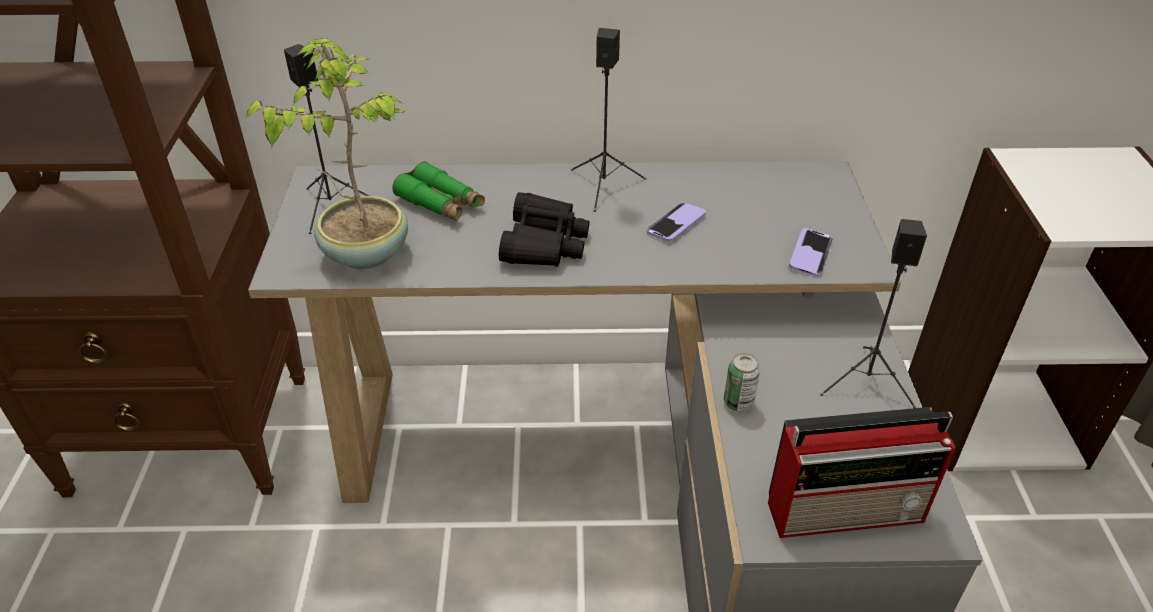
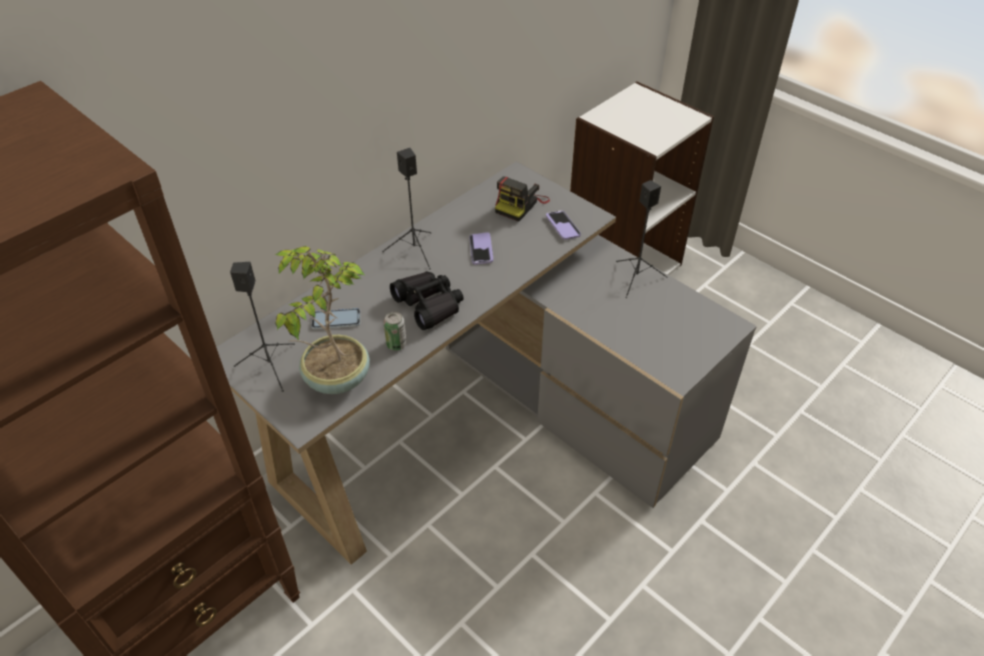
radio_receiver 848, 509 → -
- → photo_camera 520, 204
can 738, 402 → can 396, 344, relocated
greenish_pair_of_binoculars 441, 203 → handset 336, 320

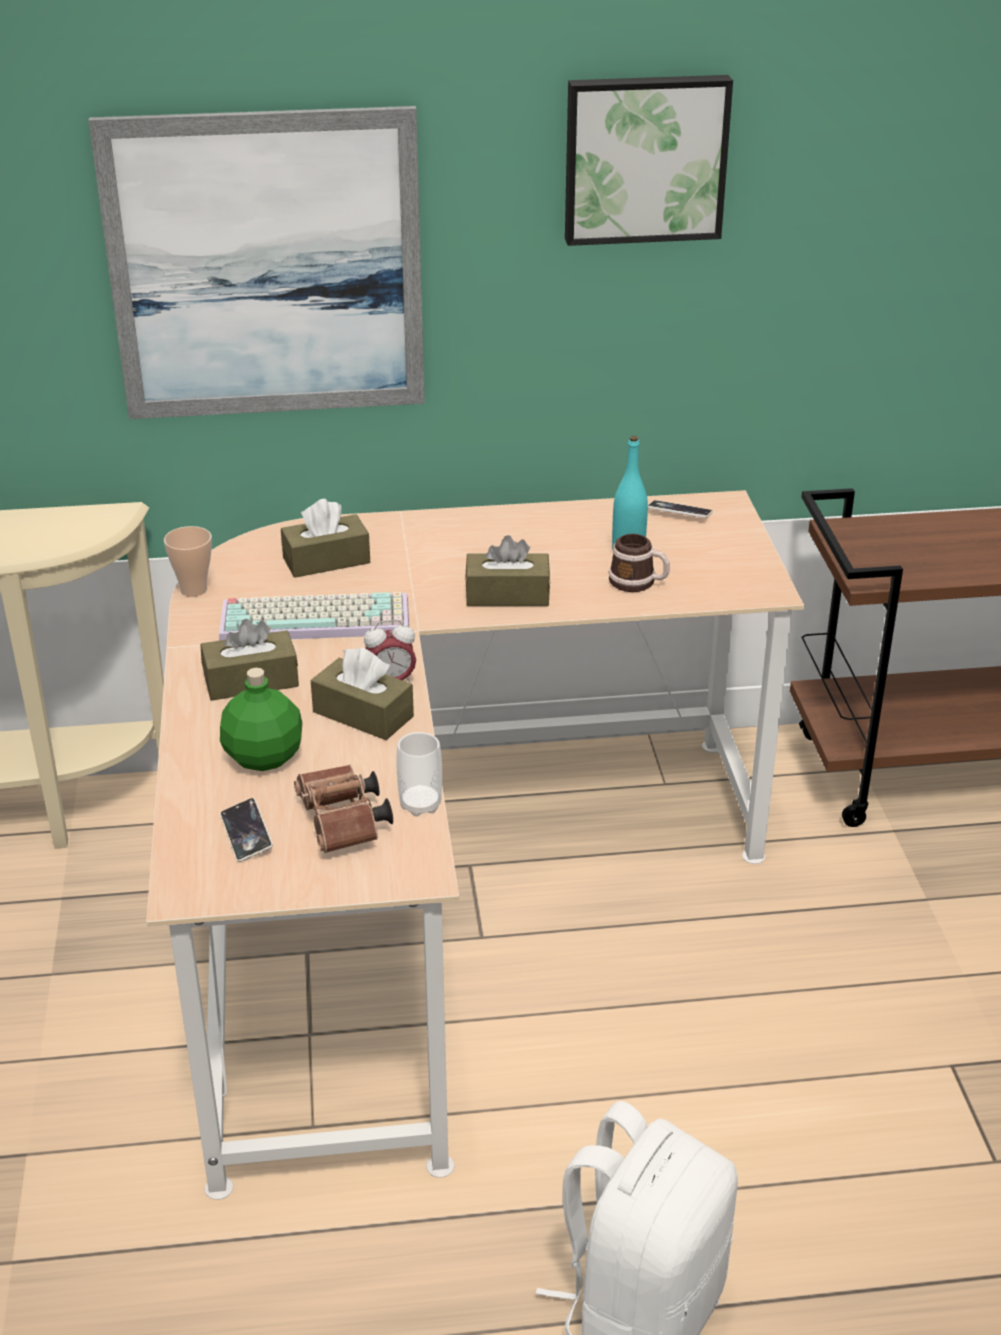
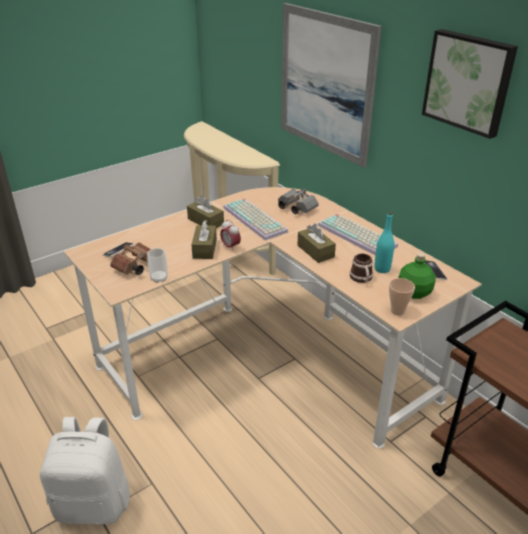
- → computer_keyboard 358, 235
drinking_cup 193, 589 → drinking_cup 397, 311, relocated
greenish_beverage_bottle 263, 756 → greenish_beverage_bottle 414, 292, relocated
brown_box_of_tissues 326, 560 → grey_pair_of_binoculars 295, 208

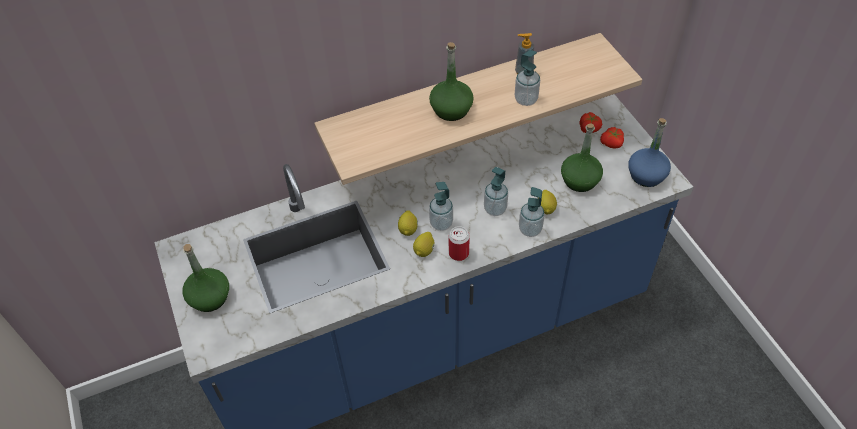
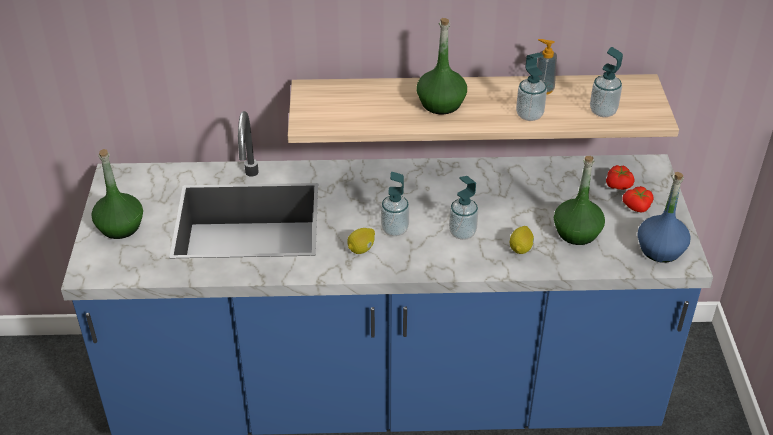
citrus_fruit 408, 229 → -
can 458, 253 → -
soap_dispenser 530, 229 → soap_dispenser 603, 111, relocated

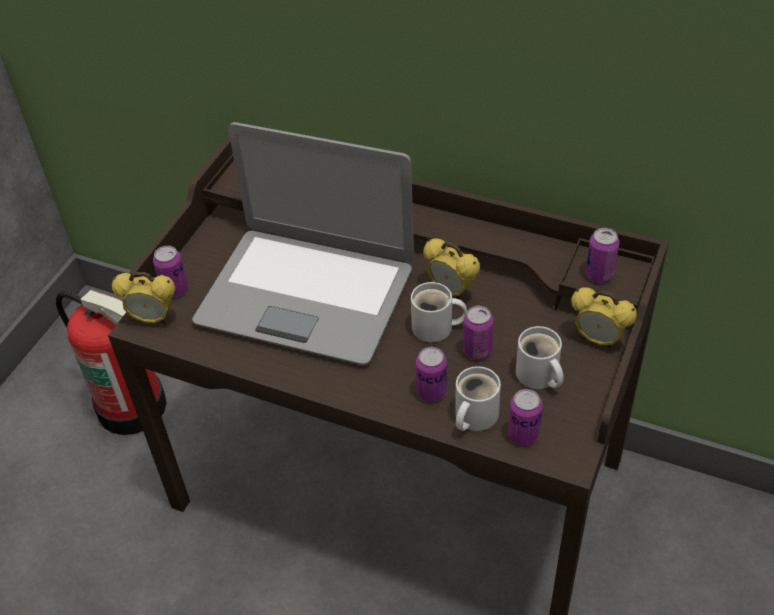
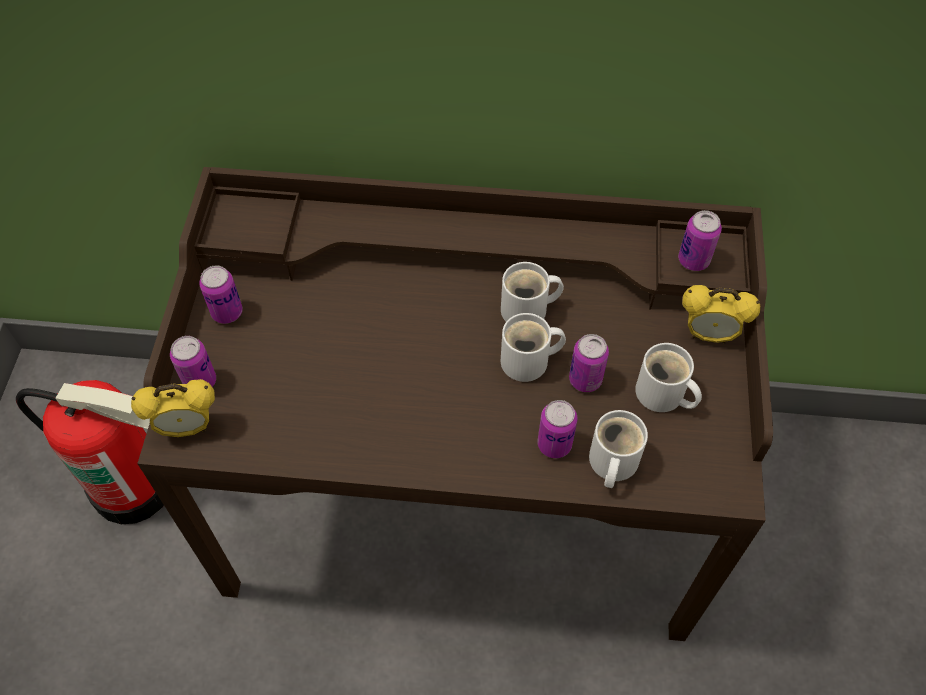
portable_computer 307, 294 → -
can 523, 435 → can 227, 312, relocated
alarm_clock 451, 291 → whitish_tea_mug 528, 311

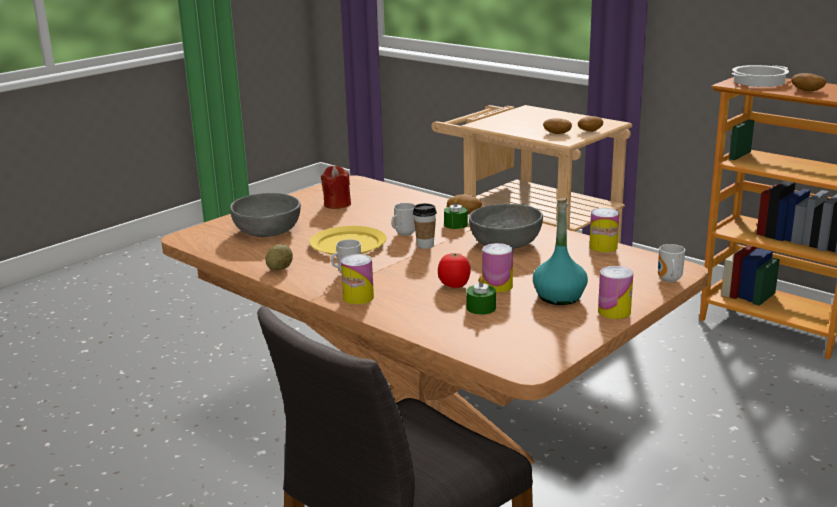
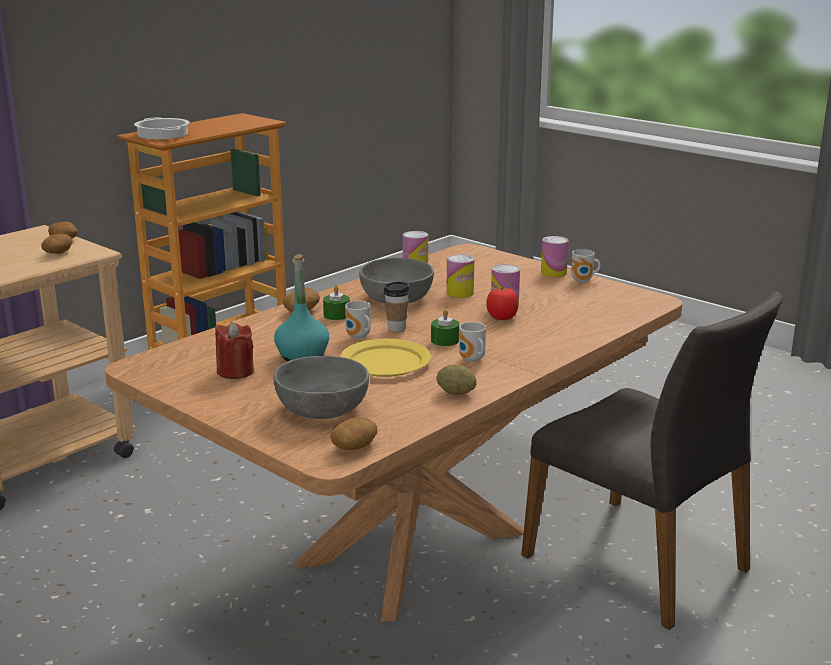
can 358, 297 → can 460, 293, relocated
greenish_wax_light 481, 308 → greenish_wax_light 445, 340, relocated
blue-green_beverage_bottle 559, 297 → blue-green_beverage_bottle 302, 355, relocated
tea_mug 668, 280 → tea_mug 583, 281, relocated
spud 807, 90 → spud 354, 447, relocated

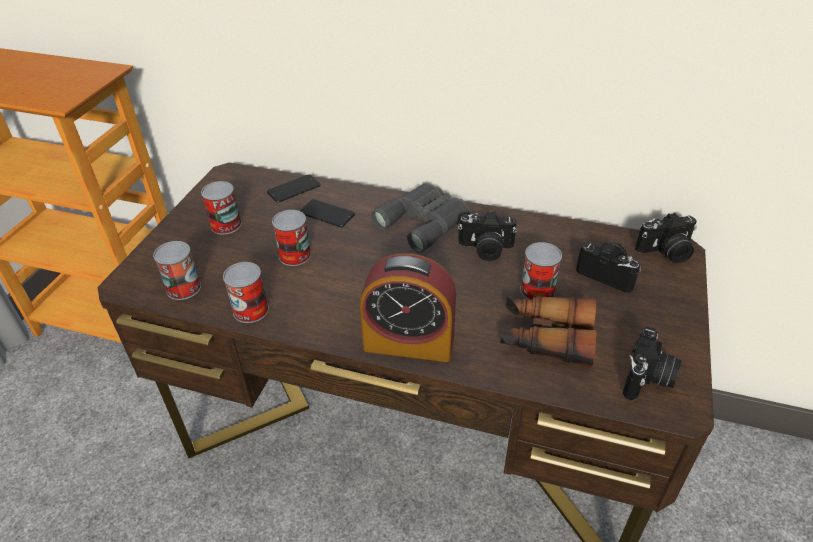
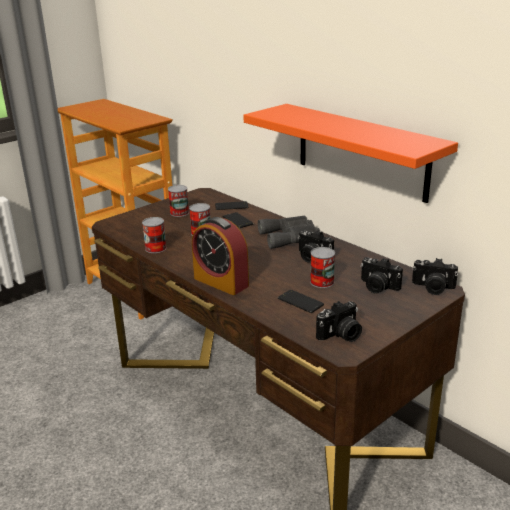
can 183, 288 → -
- → orangey_bracket_shelf 361, 151
pair_of_binoculars 545, 338 → handset 300, 302
photo_camera 608, 274 → photo_camera 377, 287, 150 degrees clockwise

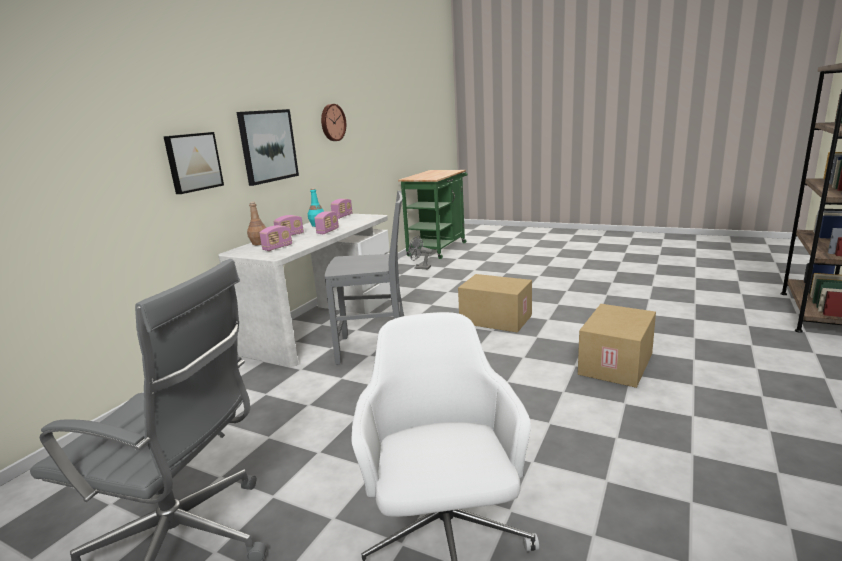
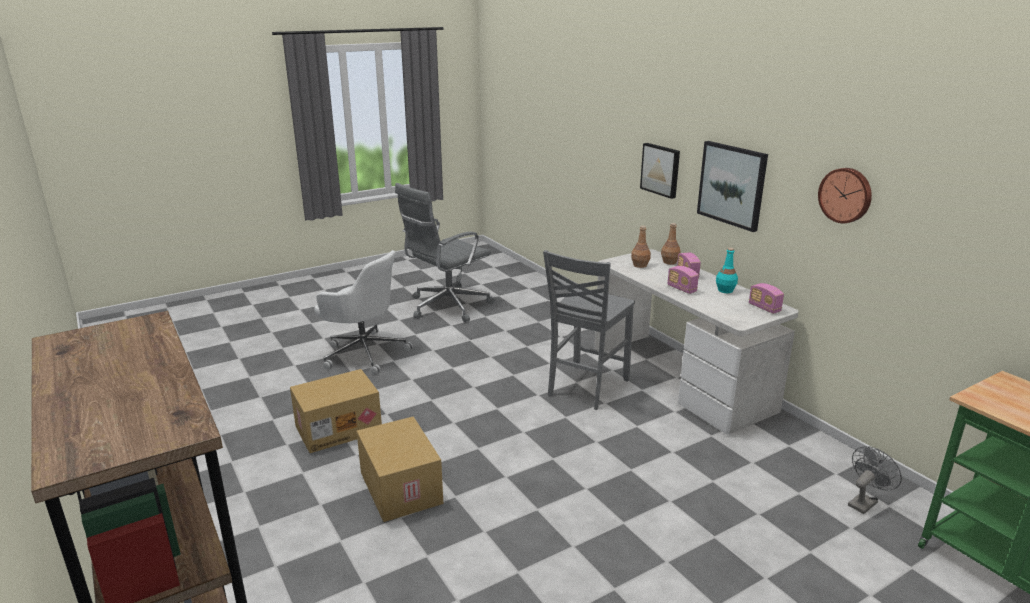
cardboard_box 495, 319 → cardboard_box 339, 428, relocated
radio_receiver 277, 248 → brown_beverage_bottle 640, 265

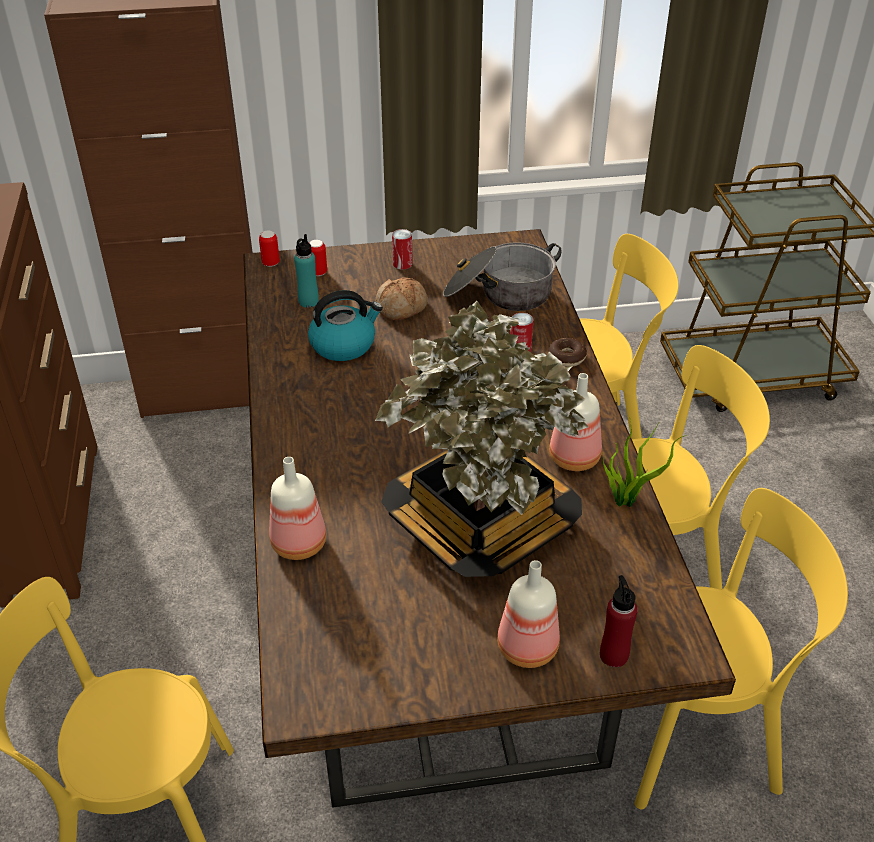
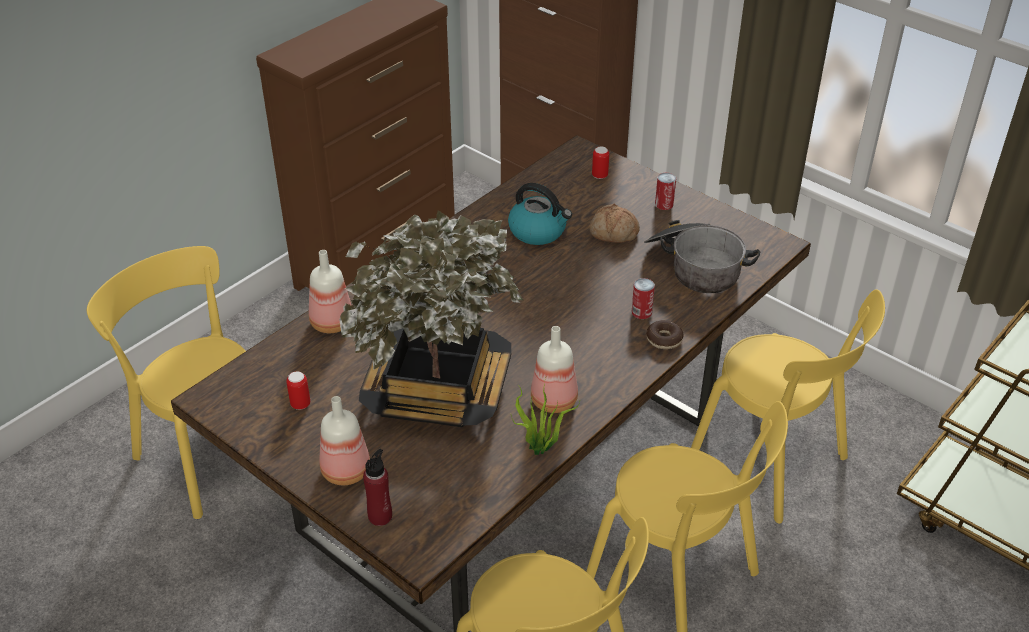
blue-green_beverage_bottle 308, 301 → -
can 271, 263 → can 300, 404, relocated

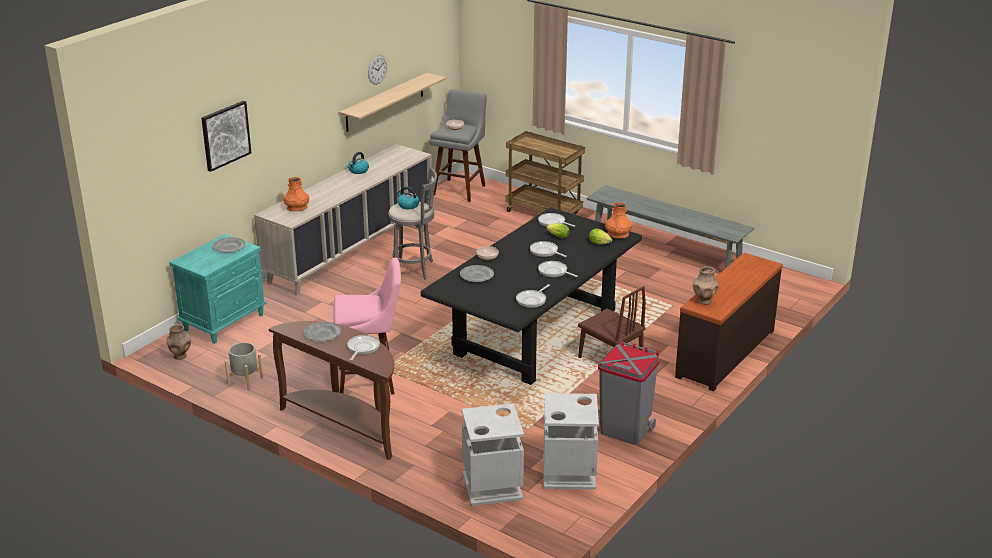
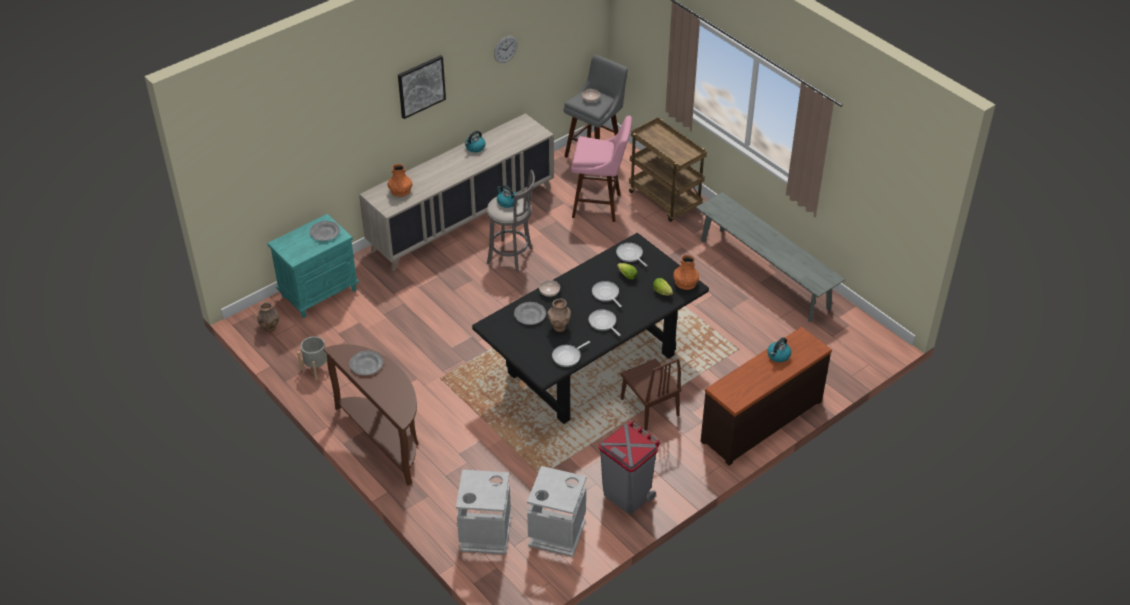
bracket_shelf 385, 102 → -
pan 362, 348 → -
- → kettle 778, 356
picture 225, 135 → picture 421, 86, relocated
pink-coloured_stool_seat 371, 380 → pink-coloured_stool_seat 600, 206, relocated
brown_flower_vase 704, 301 → brown_flower_vase 559, 327, relocated

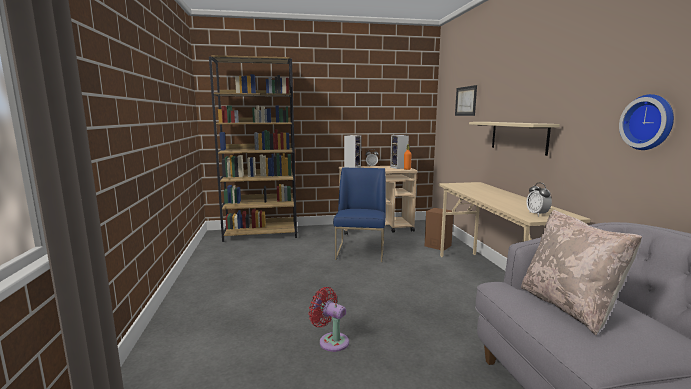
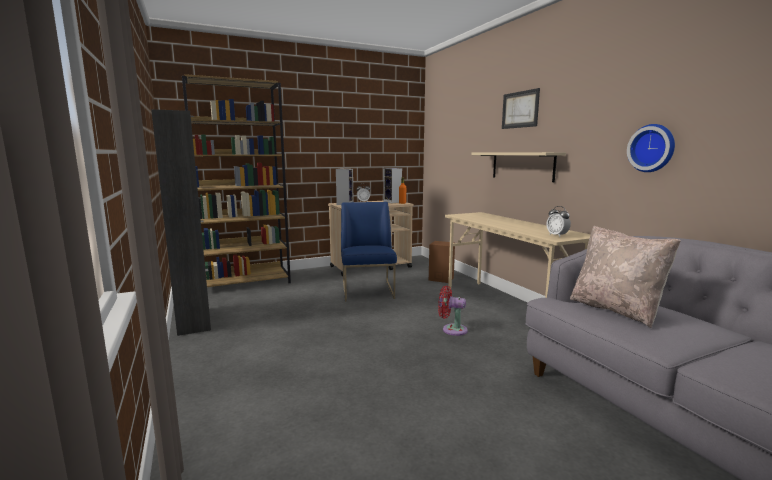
- → black_storage_cabinet 194, 320
reddish_electric_fan 331, 341 → reddish_electric_fan 452, 329, relocated
picture 466, 101 → picture 520, 109, relocated

